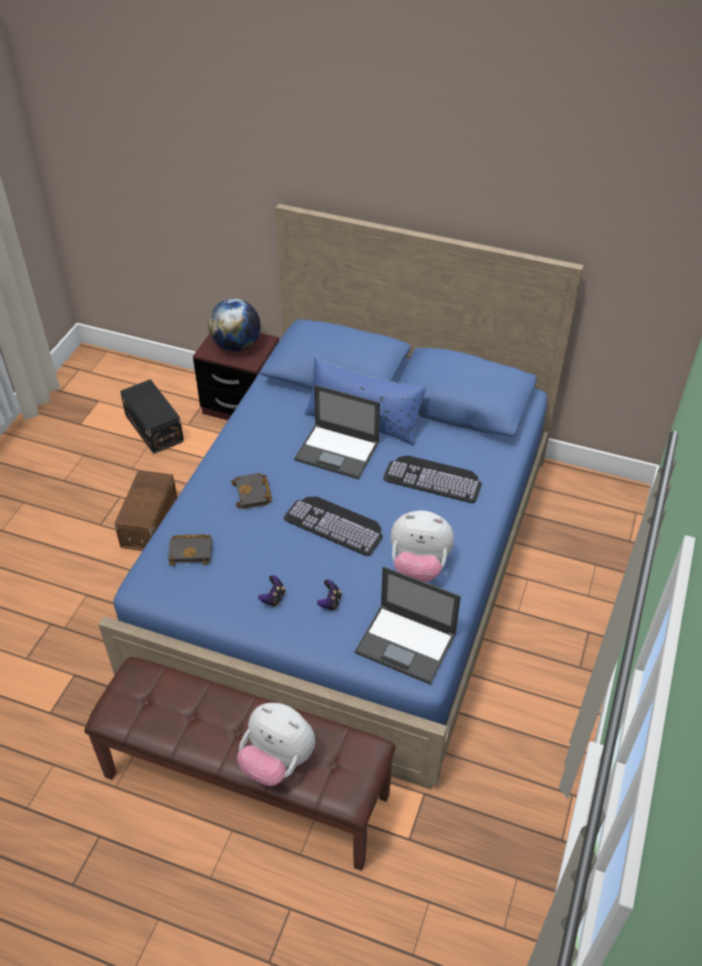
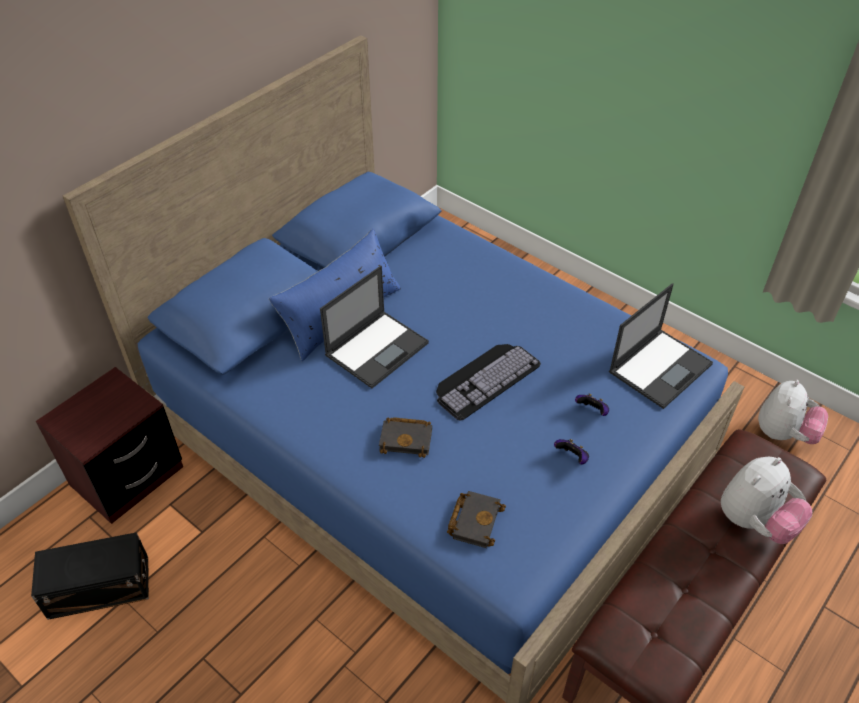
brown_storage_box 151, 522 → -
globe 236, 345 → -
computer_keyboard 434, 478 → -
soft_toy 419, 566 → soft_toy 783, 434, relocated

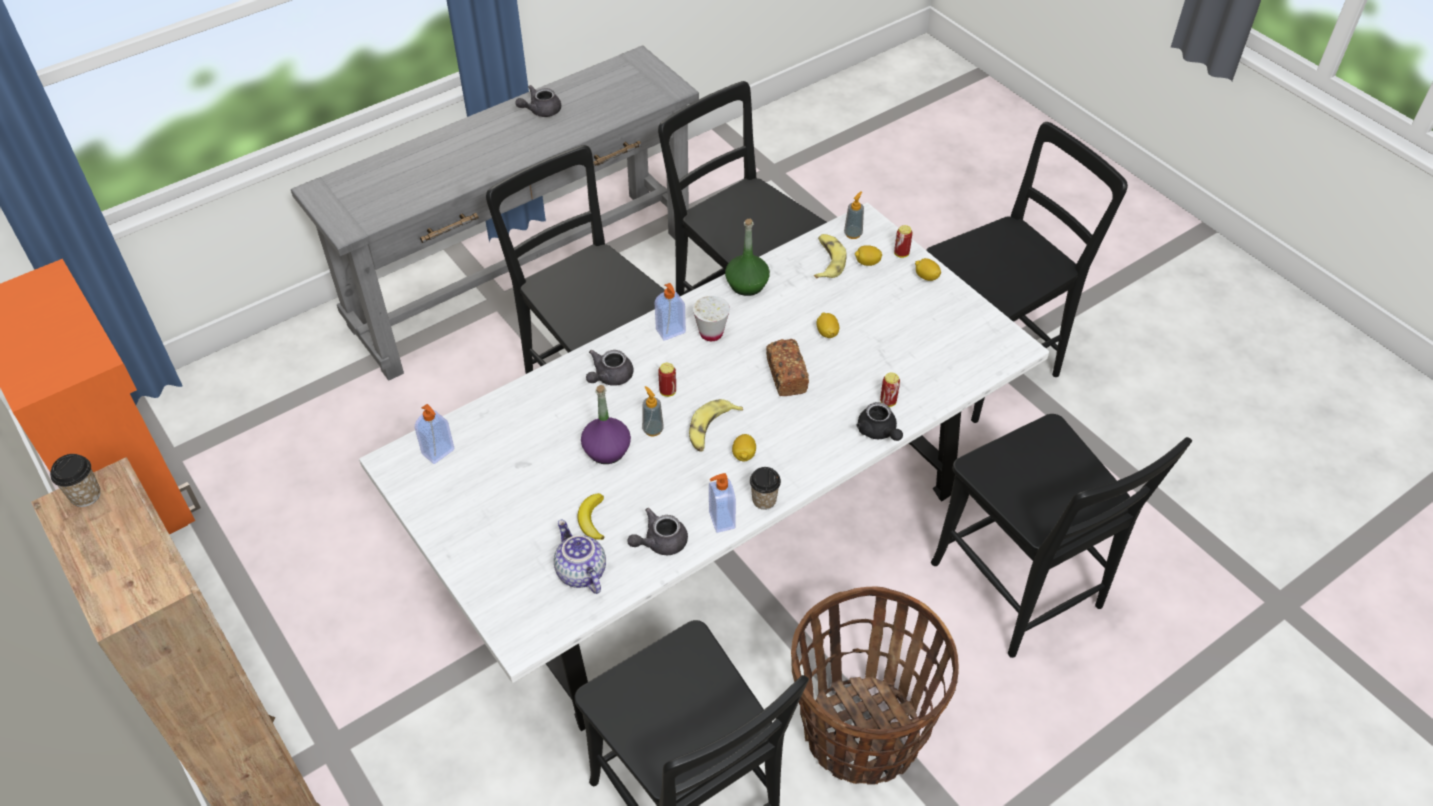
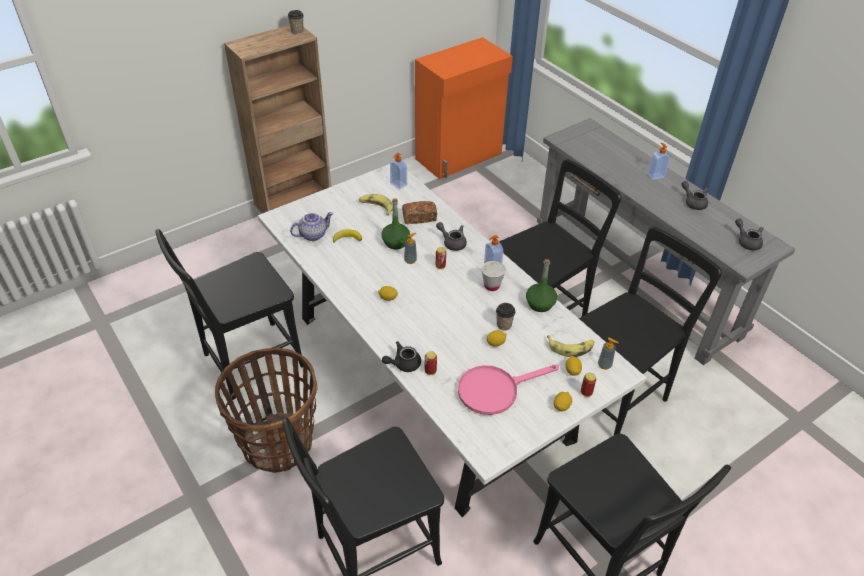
- → pink-coloured_pan 495, 390
grey_pot_for_tea 660, 542 → grey_pot_for_tea 747, 241, relocated
whole_banana 711, 430 → whole_banana 376, 207, relocated
soap_dispenser 720, 520 → soap_dispenser 655, 175, relocated
drinking_cup 764, 500 → drinking_cup 504, 325, relocated
baked_bread 786, 375 → baked_bread 419, 218, relocated
purplish_beverage_bottle 606, 450 → greenish_beverage_bottle 395, 242

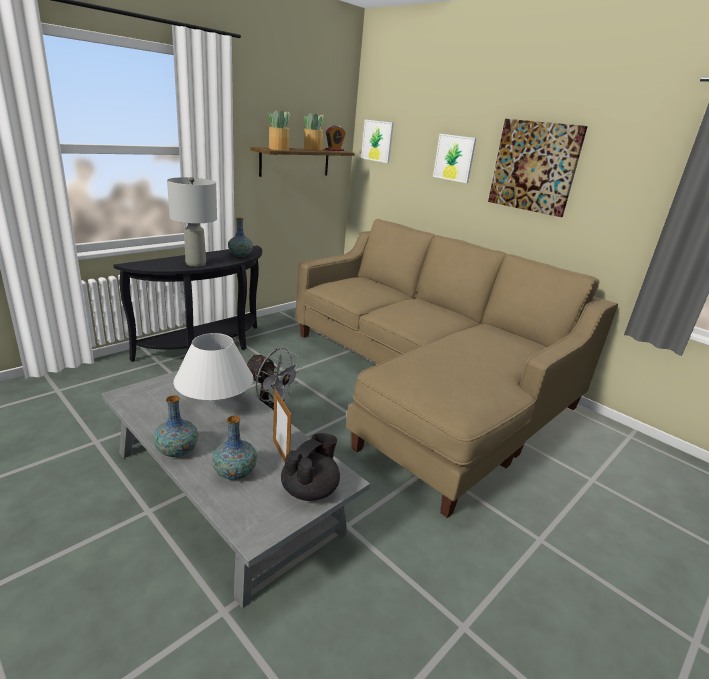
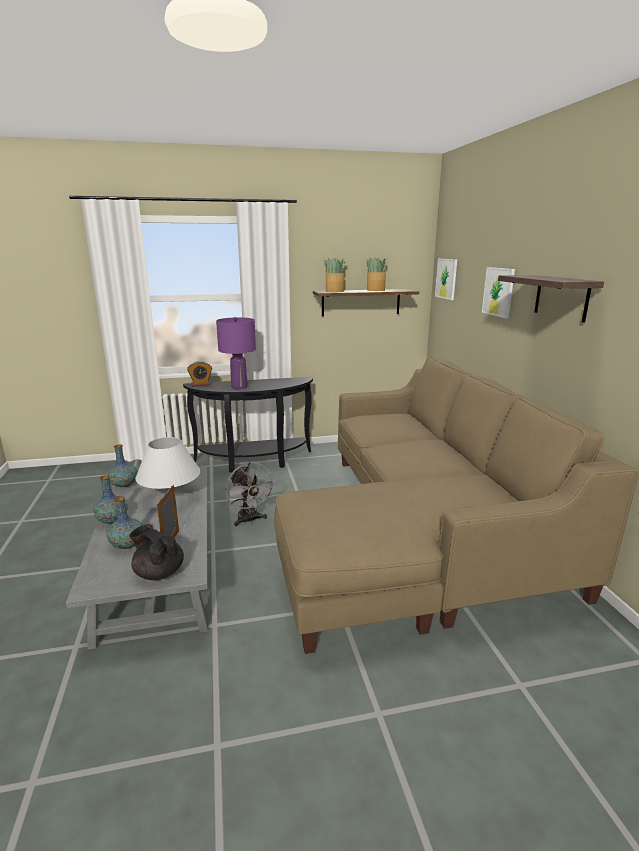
flower_vase 240, 255 → flower_vase 124, 484, relocated
alarm_clock 334, 150 → alarm_clock 201, 384, relocated
picture 534, 167 → bracket_shelf 561, 297
grey_tabletop_lamp 196, 263 → purplish_tabletop_lamp 239, 387
black_pot_for_tea 310, 489 → black_pot_for_tea 159, 572, 120 degrees counterclockwise

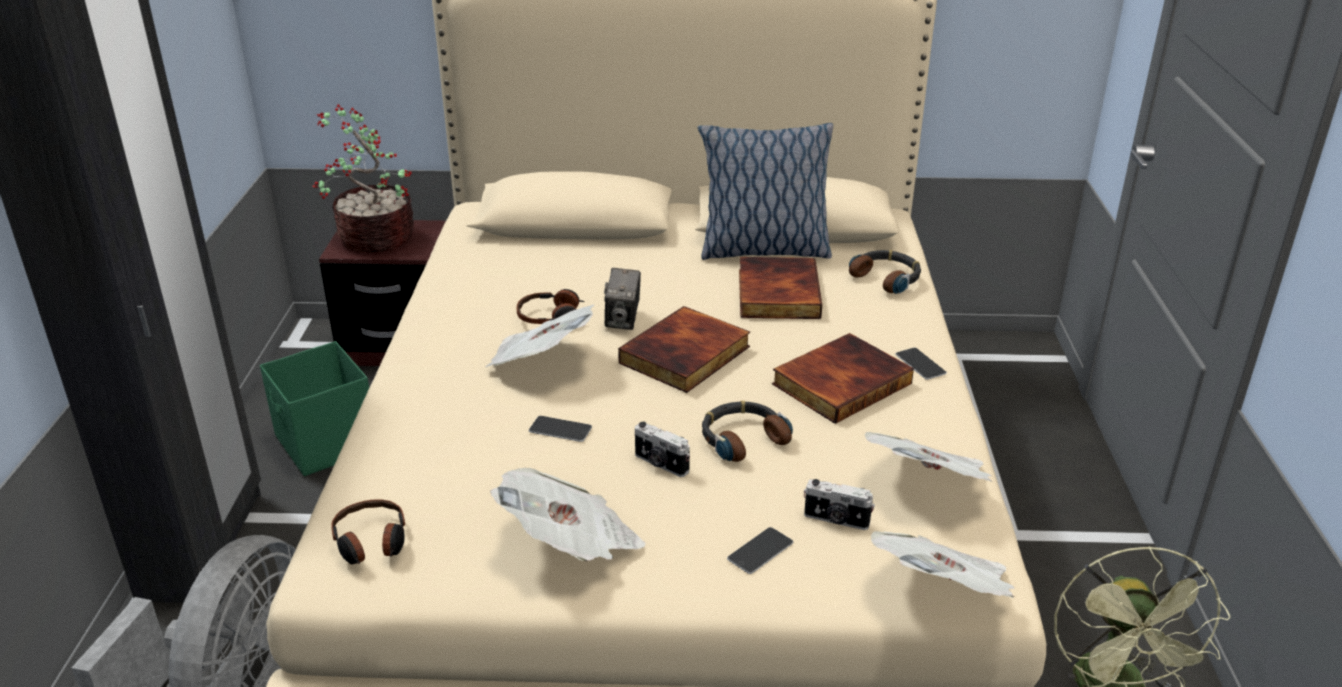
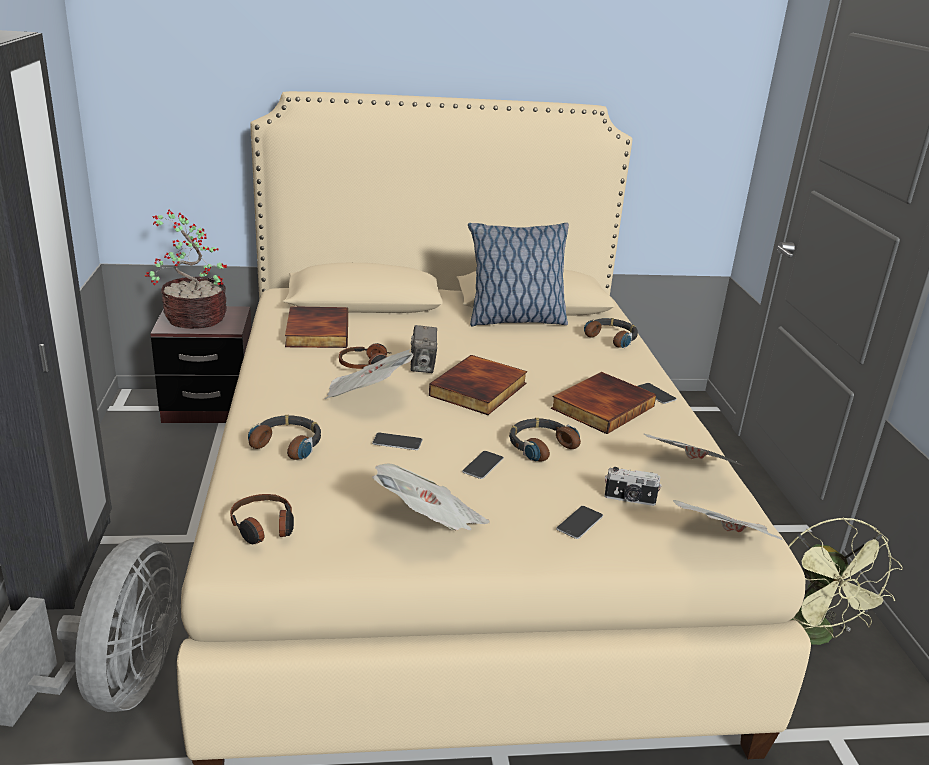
greenish_storage_box 326, 444 → -
- → headset 288, 443
volume 776, 293 → volume 316, 331, relocated
photo_camera 660, 464 → handset 483, 465

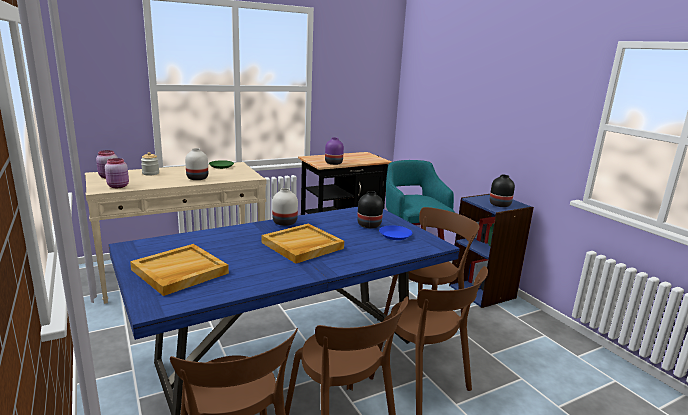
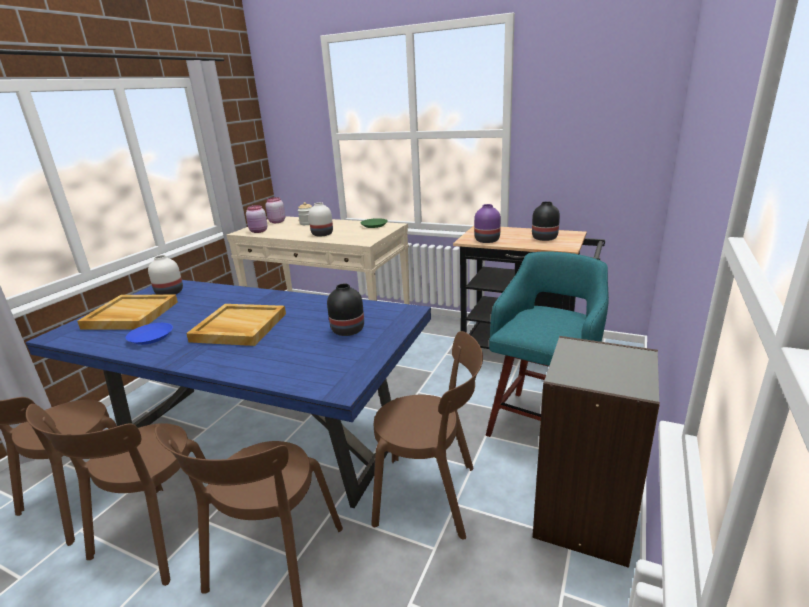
whitish_flower_vase 285, 222 → whitish_flower_vase 170, 293, relocated
blue_plate 395, 235 → blue_plate 150, 337, relocated
black_flower_vase 500, 205 → black_flower_vase 545, 238, relocated
blue_shelving_unit 482, 291 → grey_shelving_unit 585, 517

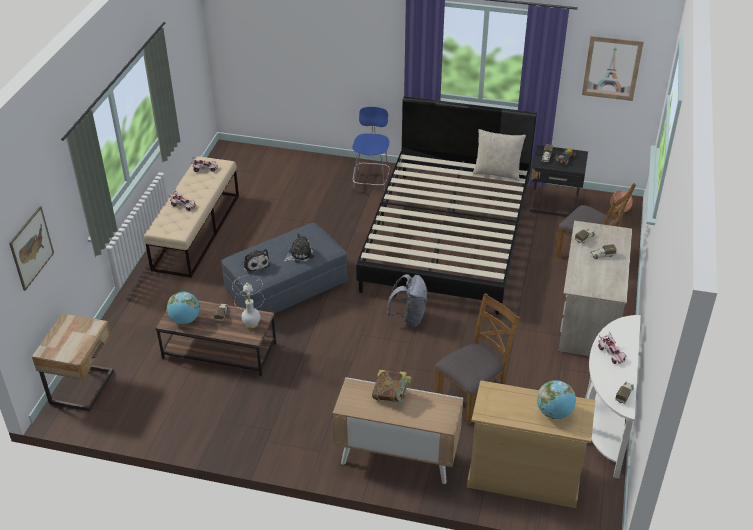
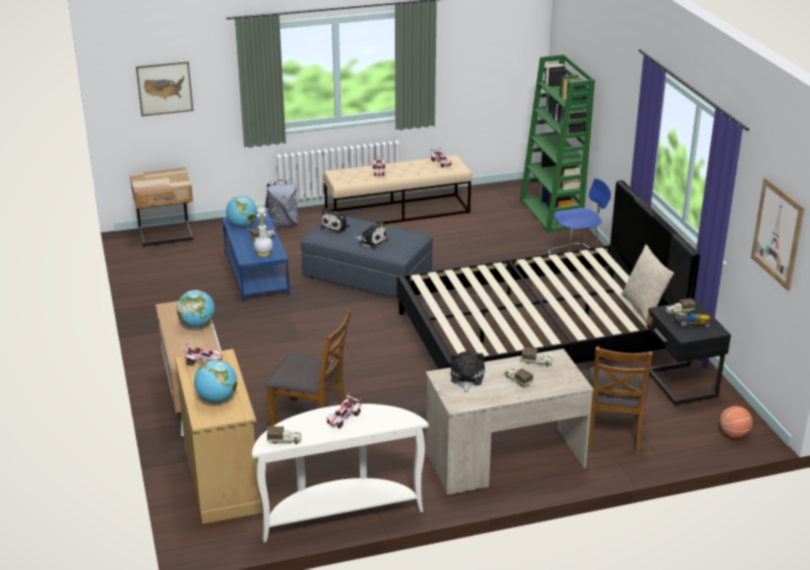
- → model_car 203, 361
- → soft_toy 466, 378
- → greenish_shelving_unit 551, 214
grey_backpack 409, 318 → grey_backpack 283, 224, relocated
volume 391, 396 → globe 197, 325
brown_coffee_table 219, 351 → blue_coffee_table 256, 274

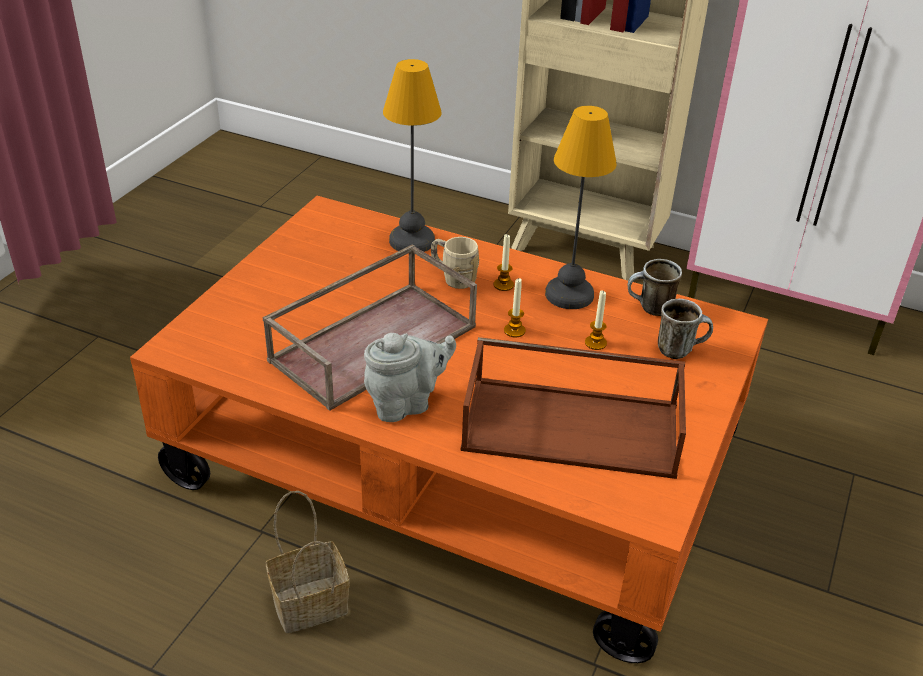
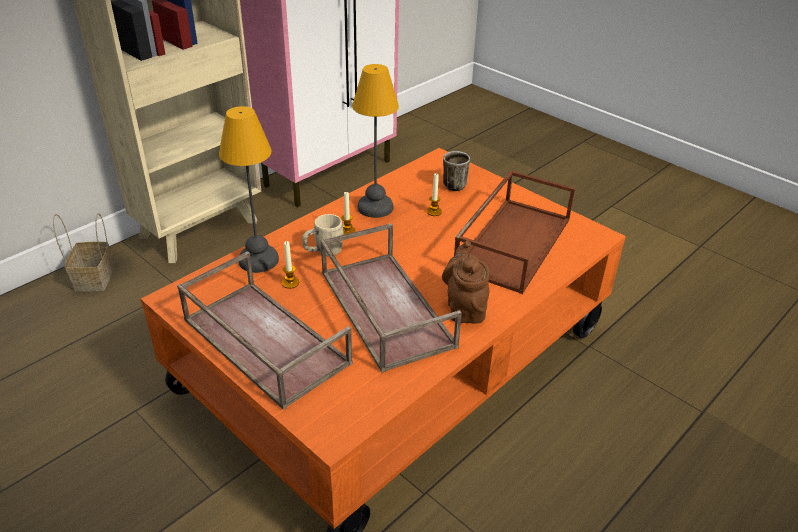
tea_mug 649, 309 → -
- → brown_tray 263, 341
basket 308, 606 → basket 94, 279, relocated
wax_light 514, 331 → wax_light 290, 283, relocated
grey_pot_for_tea 406, 404 → brown_pot_for_tea 465, 308

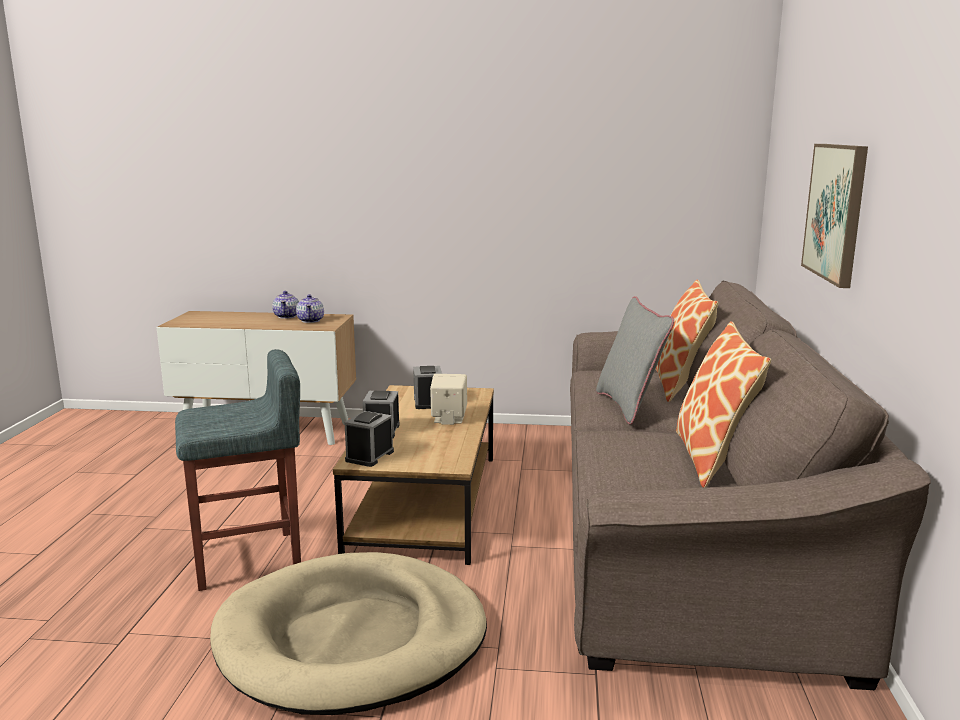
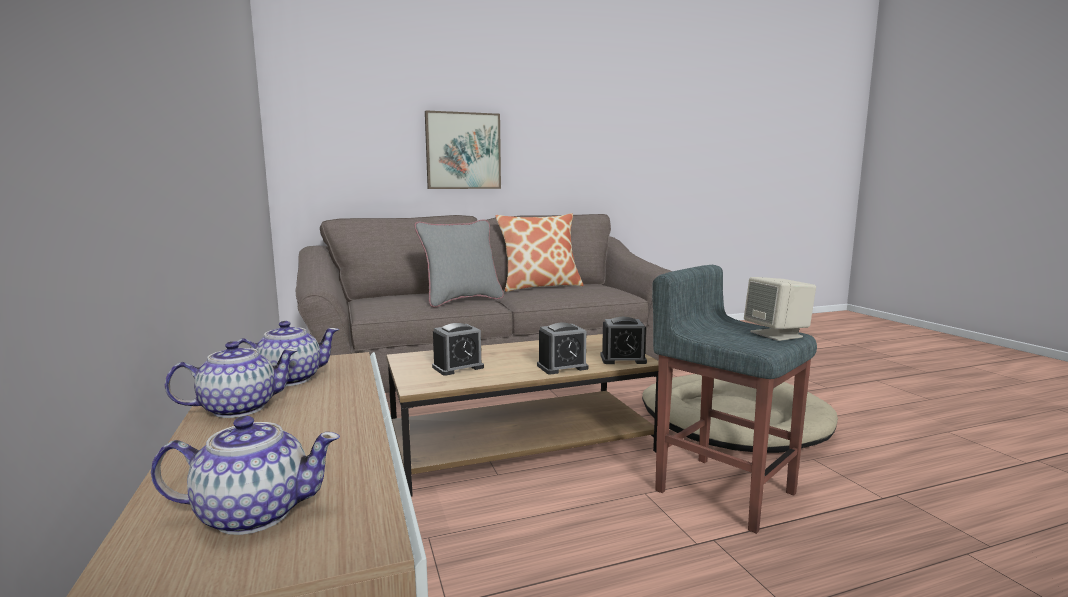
throw_pillow 680, 385 → -
- → pot_for_tea 253, 513
beige-coloured_loudspeaker 448, 419 → beige-coloured_loudspeaker 777, 334, relocated

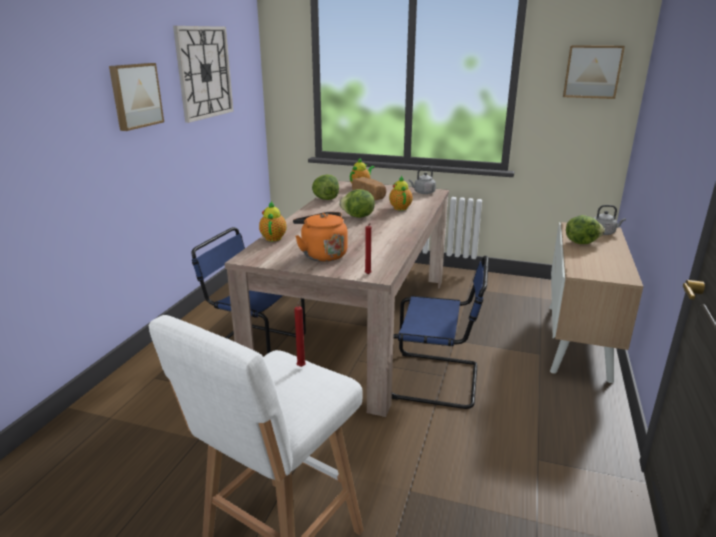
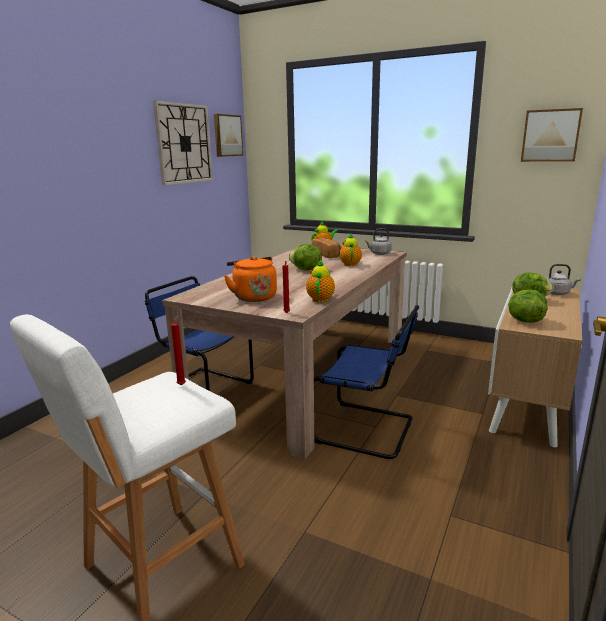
picture 135, 95 → picture 227, 135, relocated
pot_for_tea 274, 237 → pot_for_tea 321, 298, relocated
lettuce 326, 199 → lettuce 524, 321, relocated

